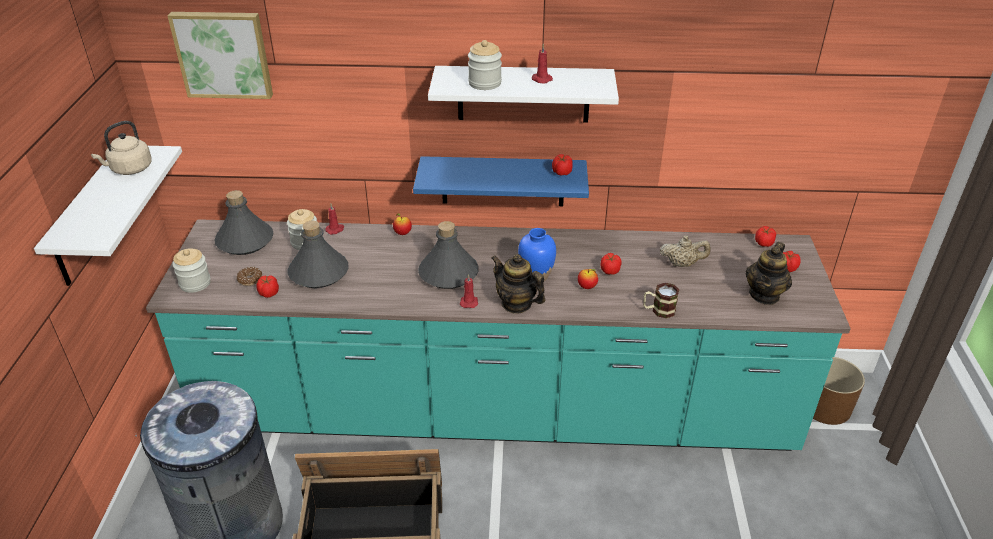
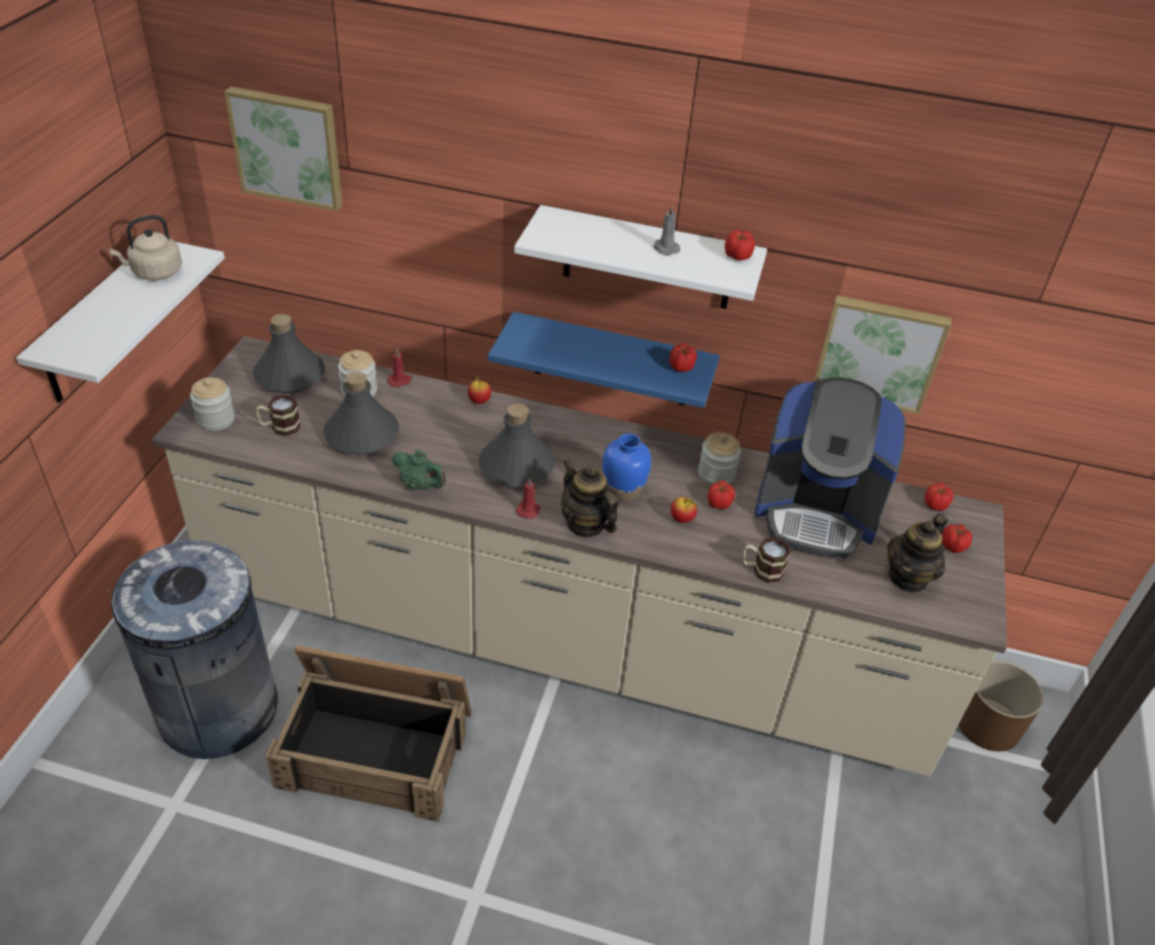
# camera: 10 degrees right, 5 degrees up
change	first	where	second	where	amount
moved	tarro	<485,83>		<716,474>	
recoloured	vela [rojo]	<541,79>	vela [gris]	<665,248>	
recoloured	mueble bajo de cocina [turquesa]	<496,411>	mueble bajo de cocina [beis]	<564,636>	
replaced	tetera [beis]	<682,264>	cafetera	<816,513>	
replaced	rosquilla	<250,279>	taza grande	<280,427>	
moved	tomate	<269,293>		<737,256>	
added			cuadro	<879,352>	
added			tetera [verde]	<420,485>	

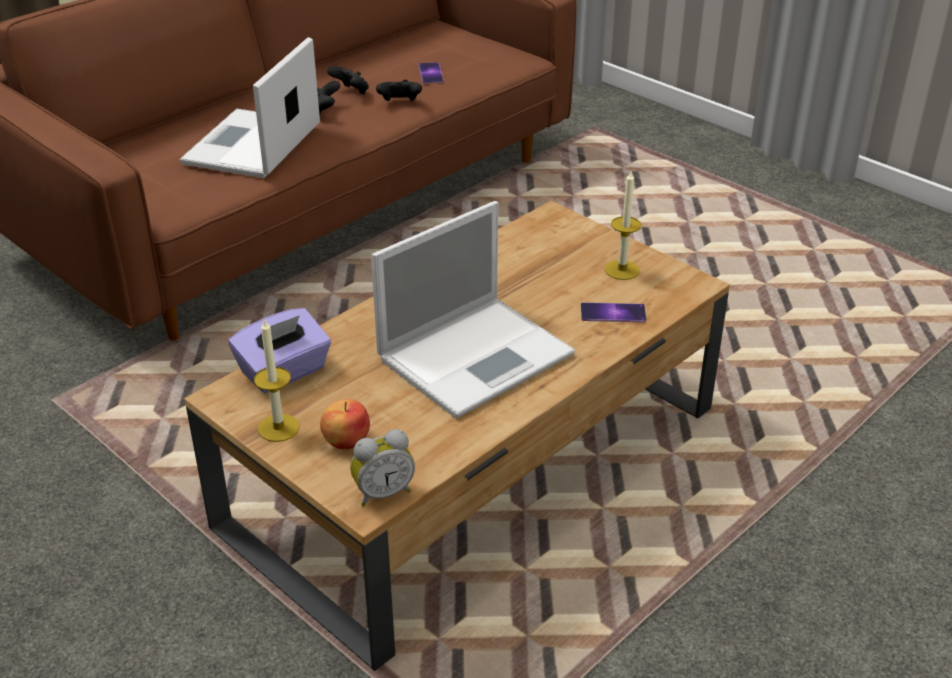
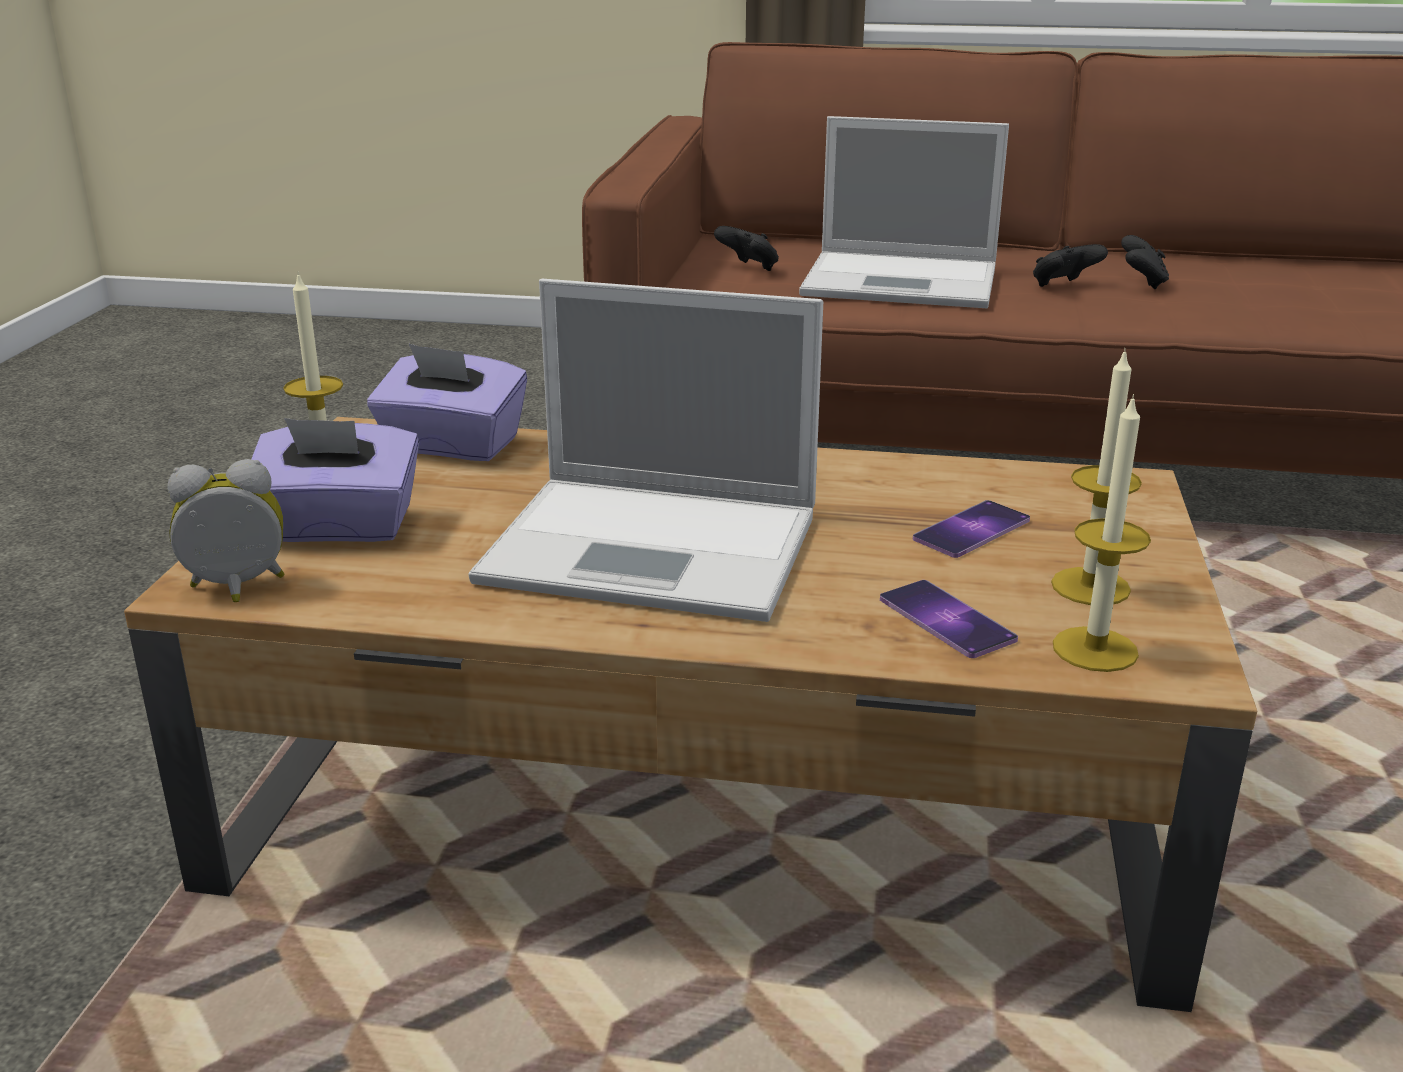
# camera: 55 degrees right, 10 degrees down
change	first	where	second	where	amount
turned	portátil	<252,146>		<904,282>	150 degrees counterclockwise
moved	móvil	<430,73>		<972,529>	
moved	mando de consola [negro]	<400,103>		<749,268>	
replaced	manzana	<346,440>	caja de pañuelos [morado]	<339,527>	
turned	despertador	<383,492>		<237,589>	135 degrees clockwise
added			vela	<1095,649>	

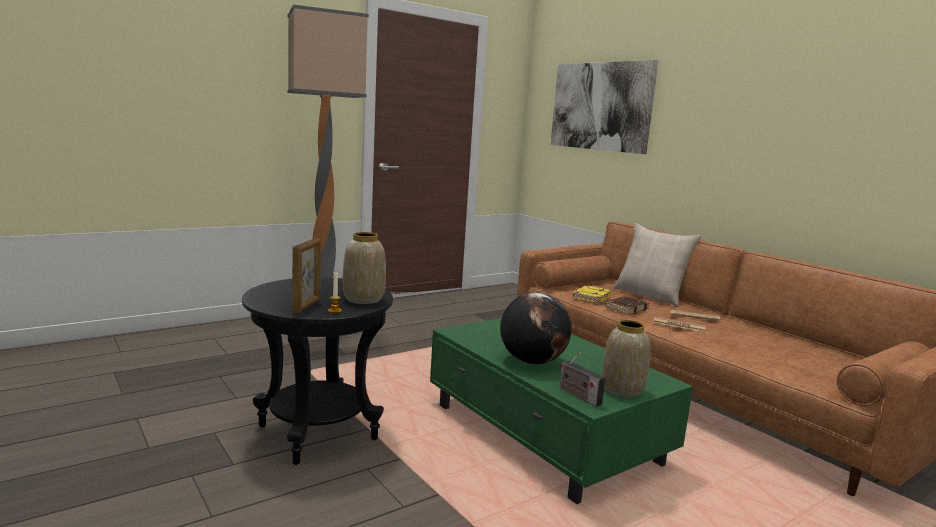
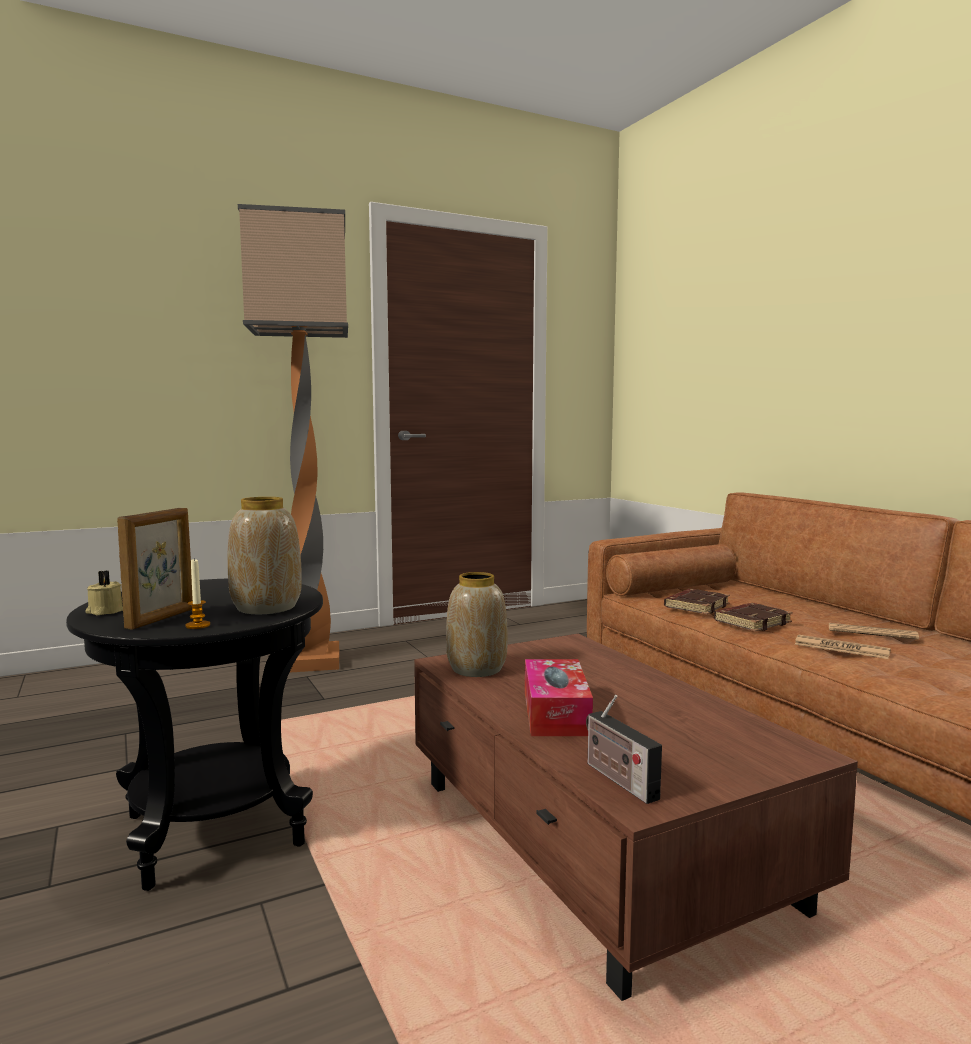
# camera: 10 degrees right, 5 degrees down
change	first	where	second	where	amount
removed	cuadro	<600,106>			
removed	cojín [beis]	<650,295>			
recoloured	libro [amarillo]	<591,297>	libro [marrón]	<696,606>	
replaced	globo terráqueo	<532,361>	caja de pañuelos	<555,712>	
recoloured	mesa de centro [verde]	<545,435>	mesa de centro [marrón]	<595,844>	
moved	florero	<622,390>		<476,669>	
added			vela [beis]	<104,611>	

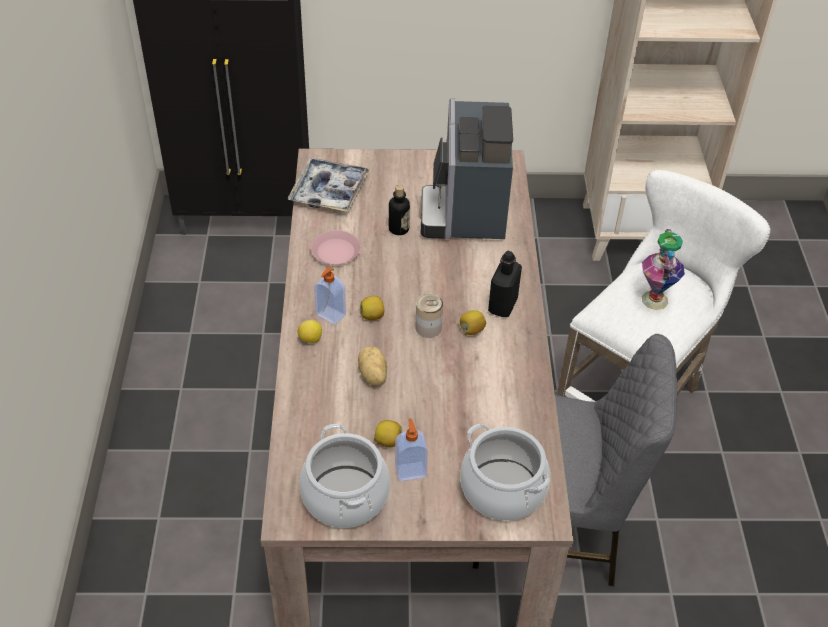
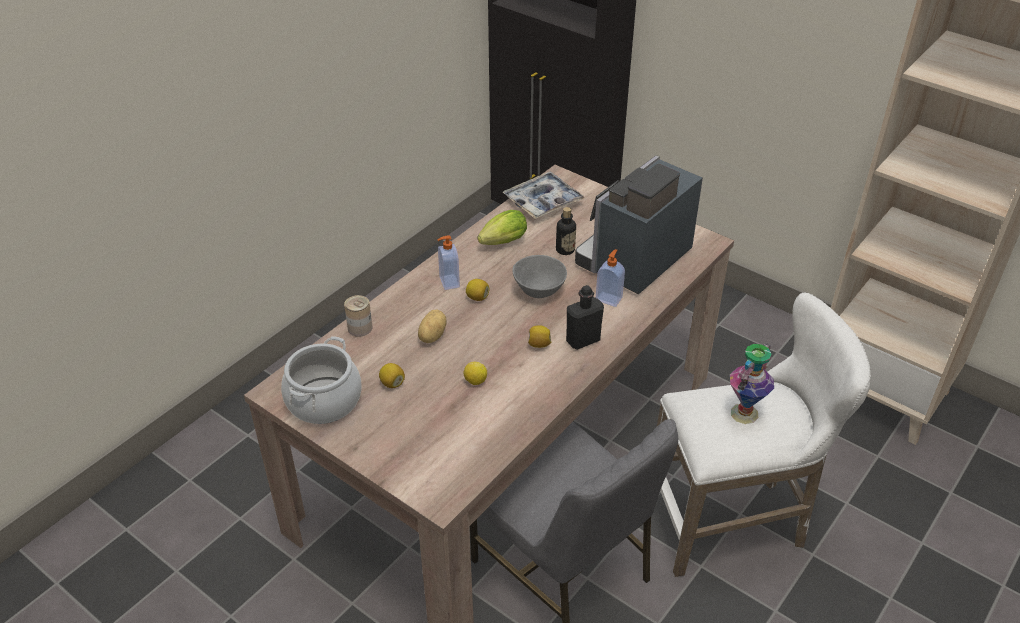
# camera: 40 degrees right, 5 degrees down
change	first	where	second	where	amount
replaced	plato [rosa]	<336,251>	lechuga	<501,243>	
moved	lata	<428,327>		<360,328>	
moved	limón	<310,339>		<475,381>	
moved	dispensador de jabón	<410,470>		<609,298>	
removed	olla	<503,489>			
added			cuenco [gris]	<539,292>	

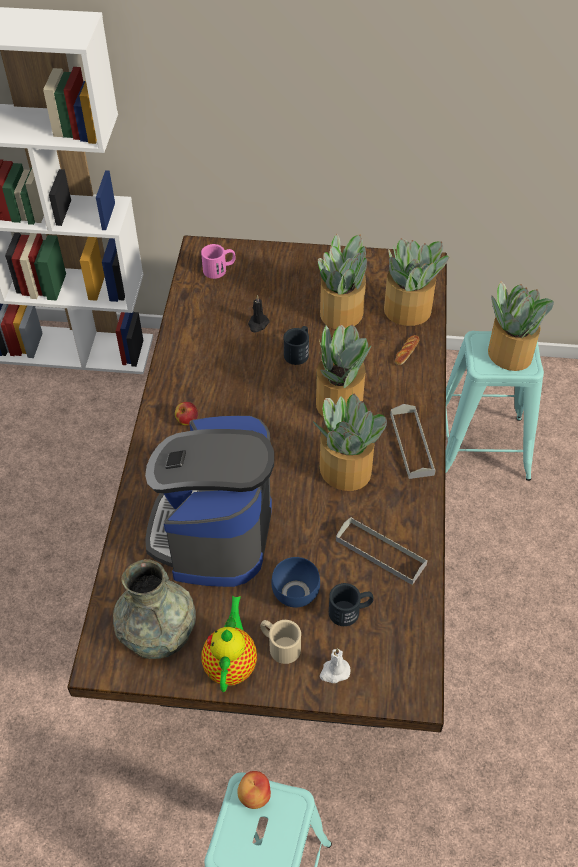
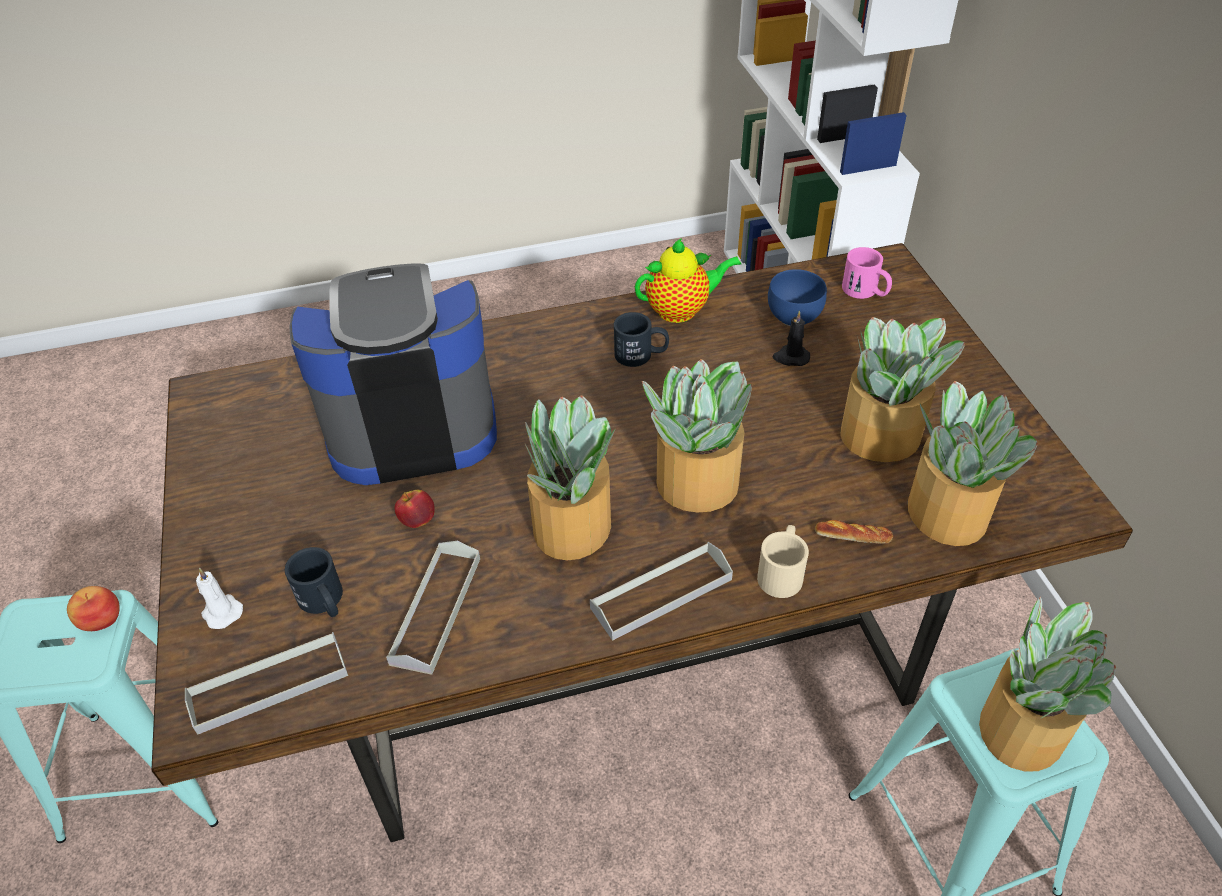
# camera: 70 degrees right, 5 degrees down
change	first	where	second	where	amount
moved	taza grande [negro]	<298,351>		<641,355>	
moved	manzana	<187,421>		<417,520>	
moved	cuenco [azul]	<296,595>		<792,318>	
removed	florero [gris]	<158,631>			
moved	tetera	<231,663>		<681,310>	
moved	taza grande [beis]	<279,645>		<782,571>	
added			bandeja [gris]	<269,685>	

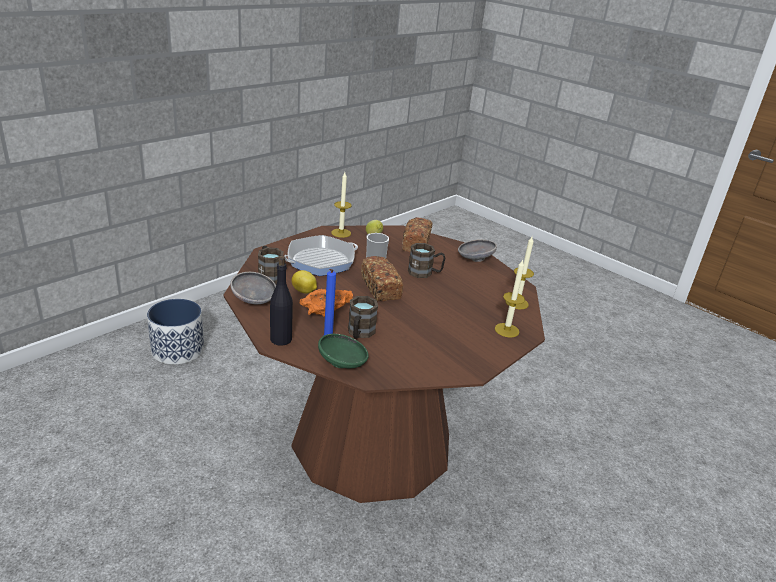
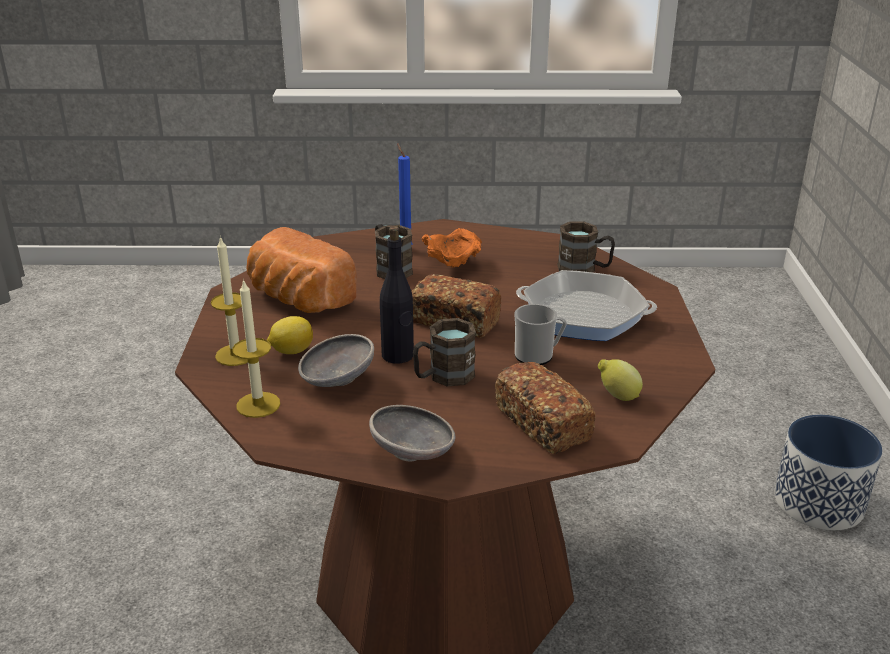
# camera: 140 degrees right, 0 degrees up
change	first	where	second	where	amount
removed	vela	<341,233>			
turned	sartén	<321,261>		<584,315>	90 degrees clockwise
moved	botella [negro]	<281,339>		<398,355>	
moved	limón	<304,291>		<291,351>	
moved	cuenco [gris]	<254,301>		<336,381>	
removed	cuenco [verde]	<343,364>			
added			pan	<297,299>	

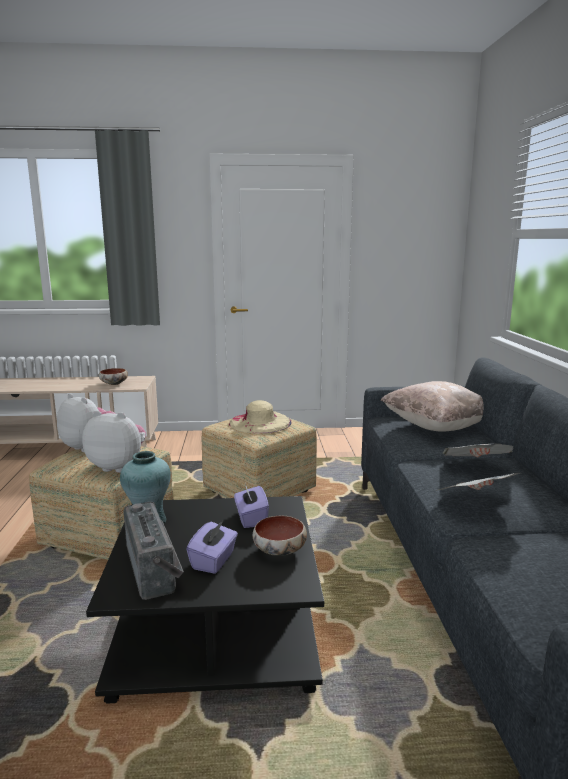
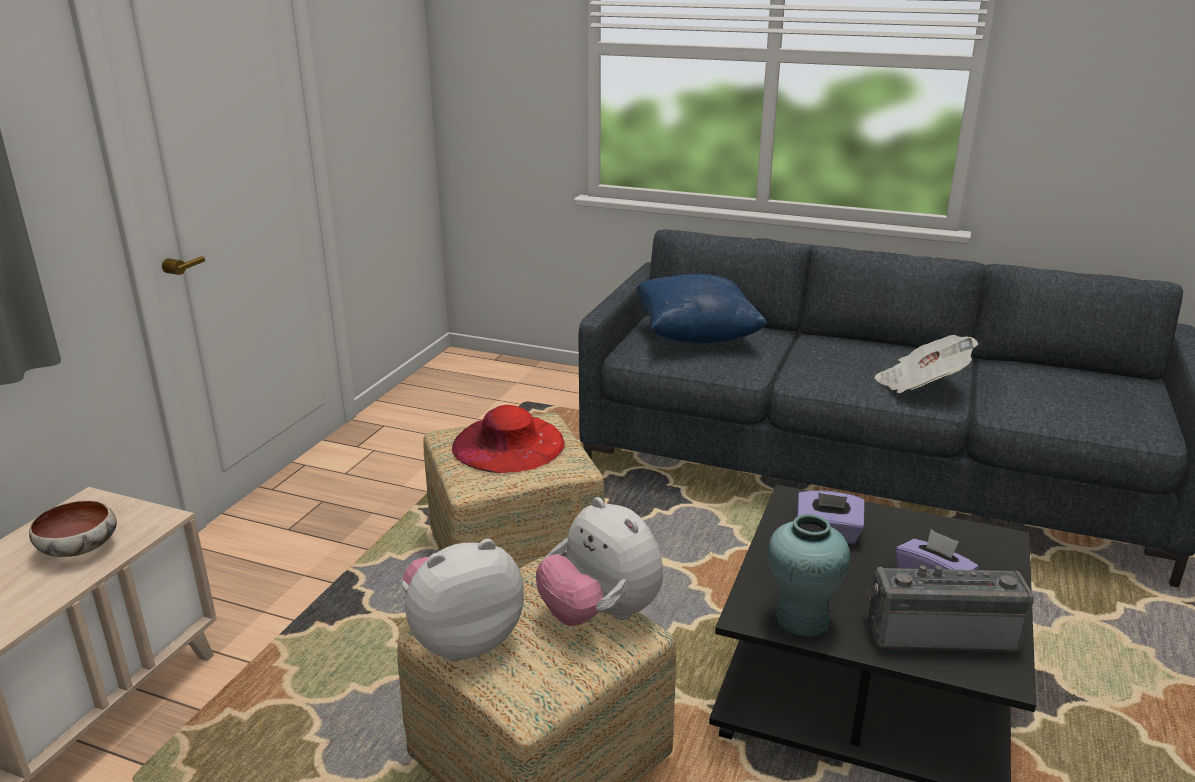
# camera: 65 degrees left, 10 degrees up
change	first	where	second	where	amount
recoloured	cojín [beis]	<437,426>	cojín [azul]	<696,336>	
recoloured	sombrero [beis]	<260,422>	sombrero [rojo]	<508,444>	
turned	peluche	<118,466>		<600,614>	75 degrees counterclockwise
removed	periódico	<474,468>			
removed	cuenco	<279,551>			

